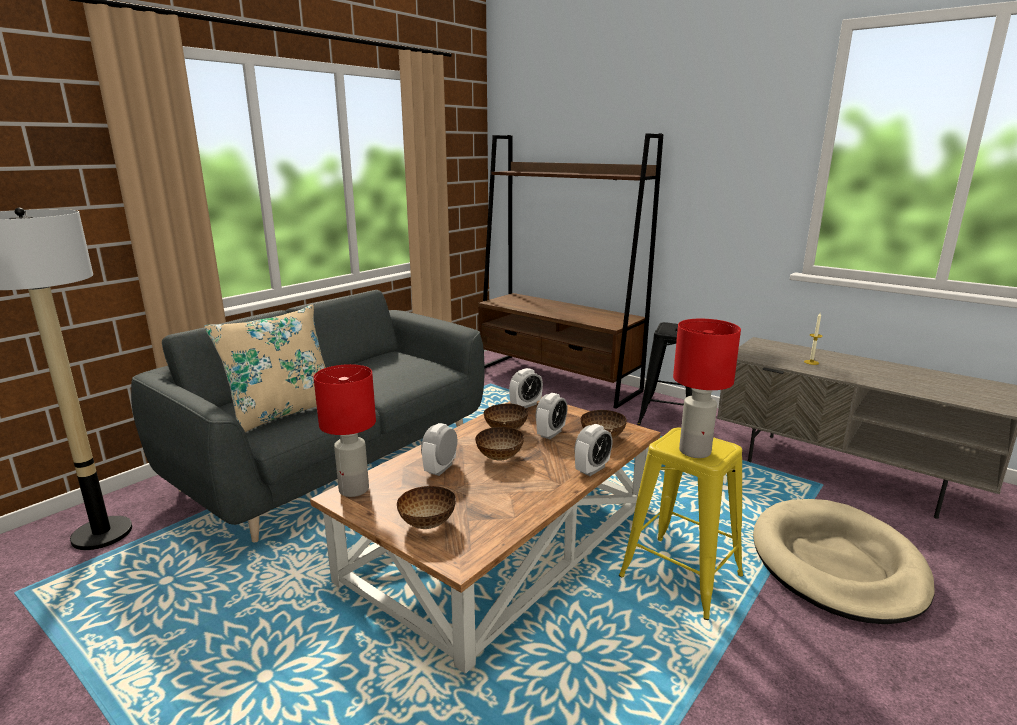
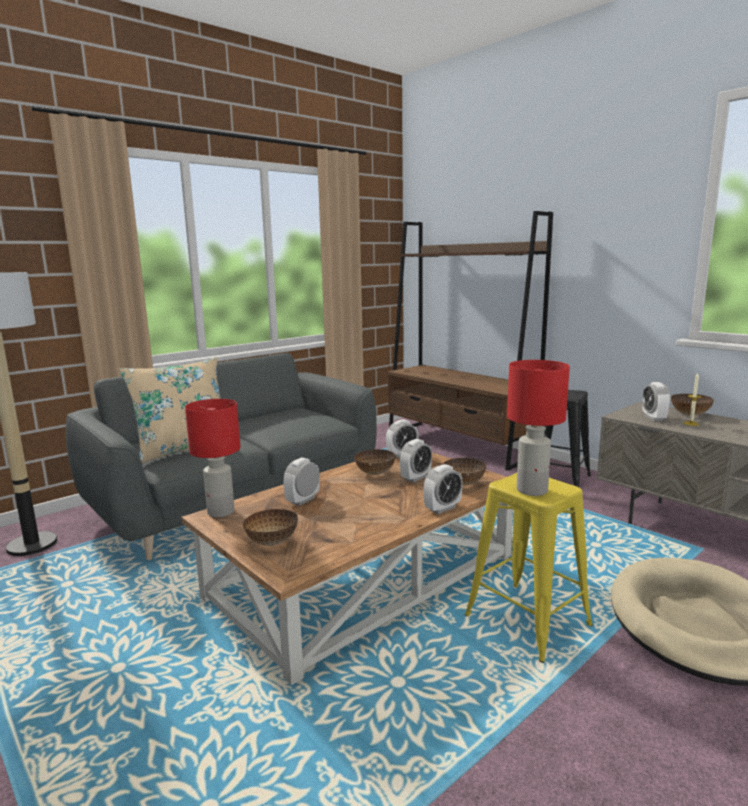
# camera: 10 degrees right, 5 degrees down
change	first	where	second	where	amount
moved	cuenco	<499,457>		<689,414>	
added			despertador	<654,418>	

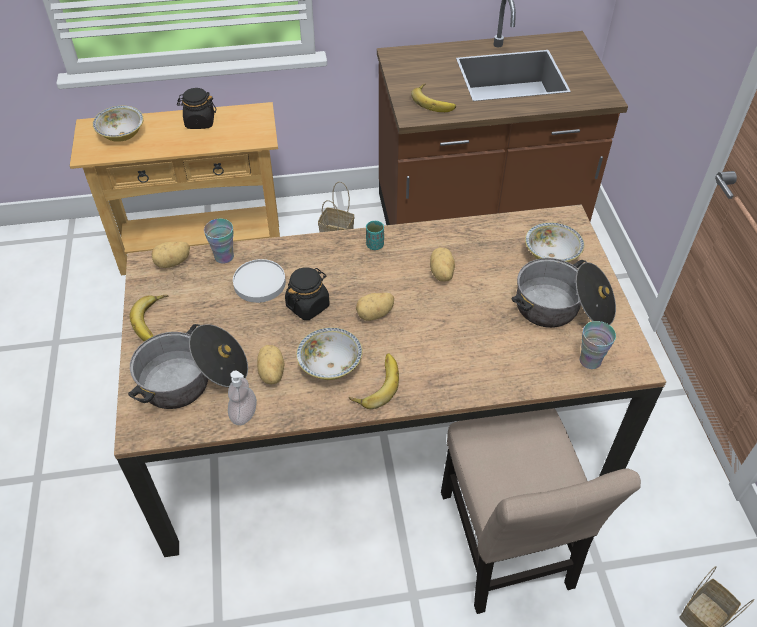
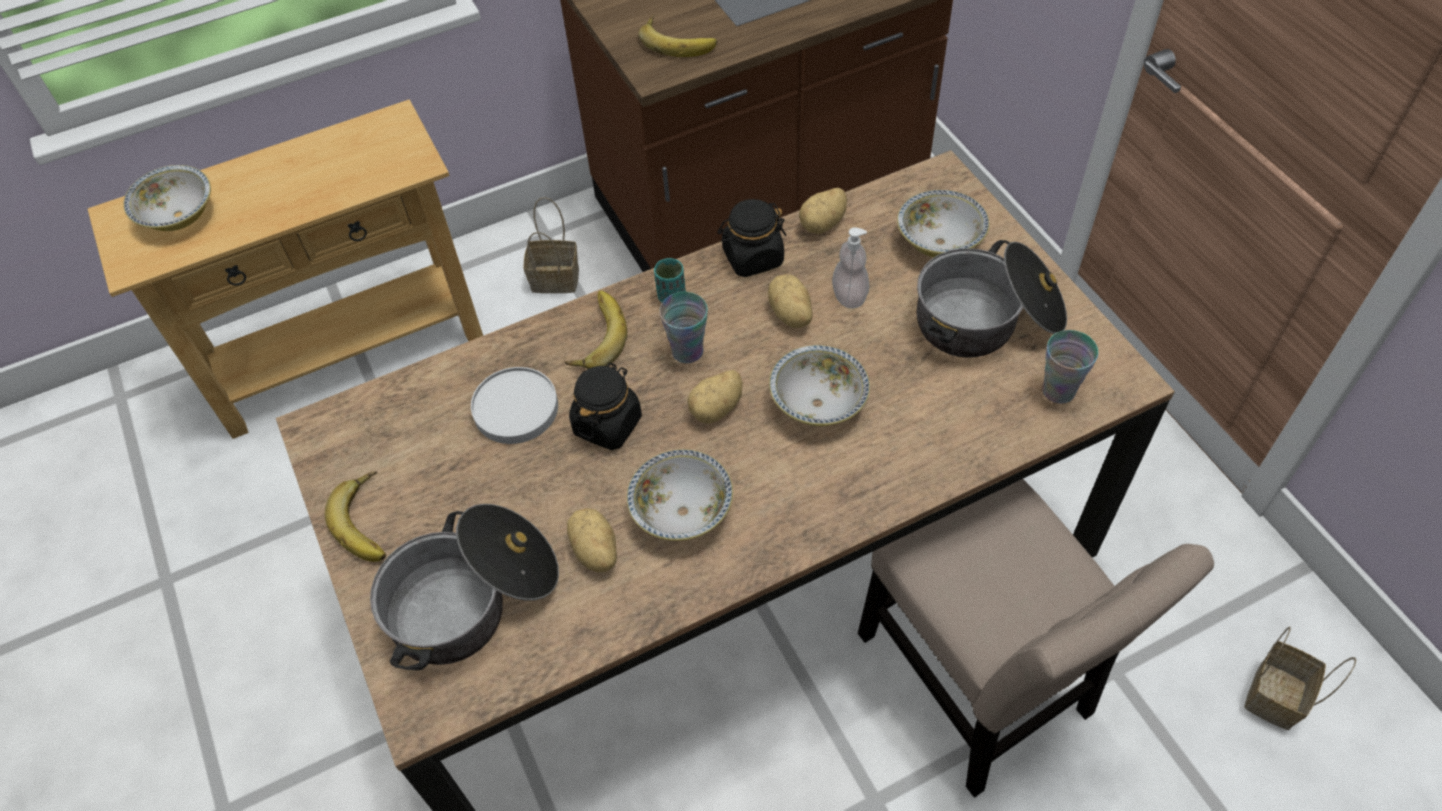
# camera: 15 degrees left, 5 degrees up
change	first	where	second	where	amount
moved	tarro [negro]	<199,122>		<752,257>	
moved	taza	<224,257>		<687,351>	
moved	patata	<173,263>		<823,224>	
moved	plátano	<375,383>		<594,335>	
moved	dispensador de jabón	<244,414>		<849,296>	
added			cuenco	<818,403>	

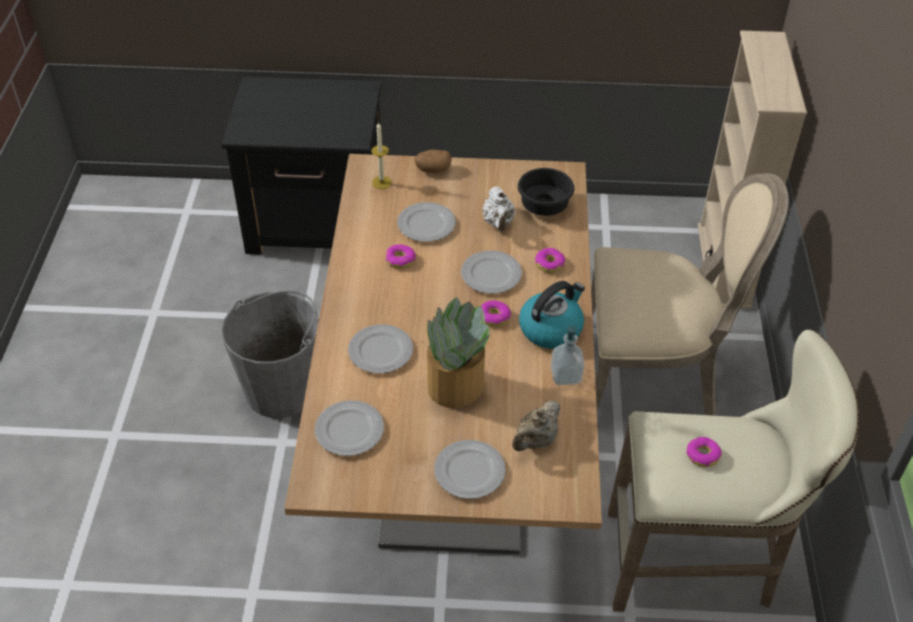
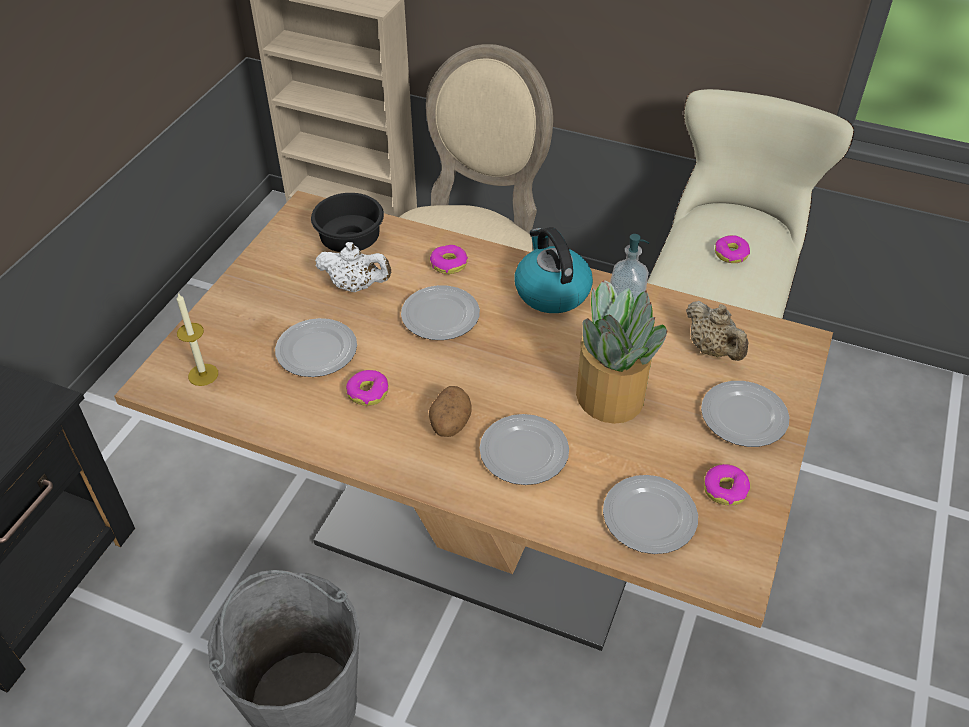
# camera: 70 degrees left, 0 degrees up
change	first	where	second	where	amount
moved	patata	<433,170>		<450,424>	
moved	rosquilla	<494,317>		<725,489>	

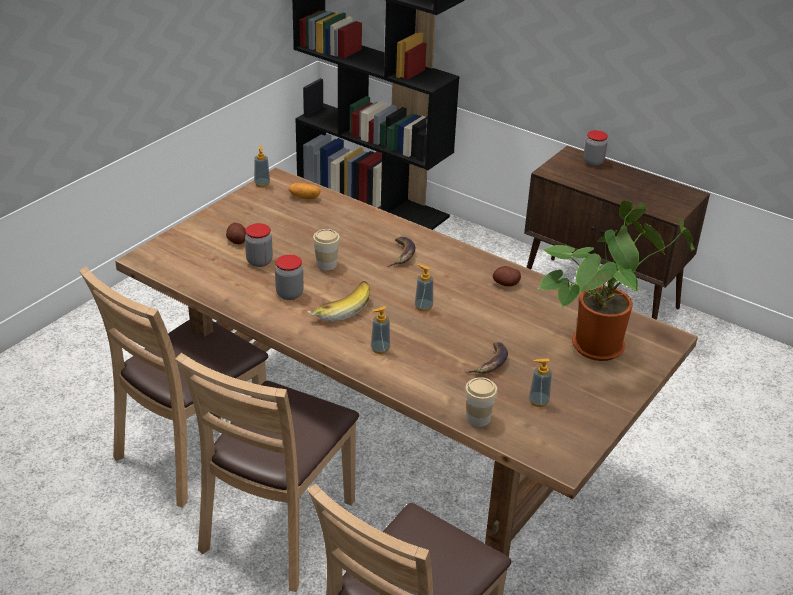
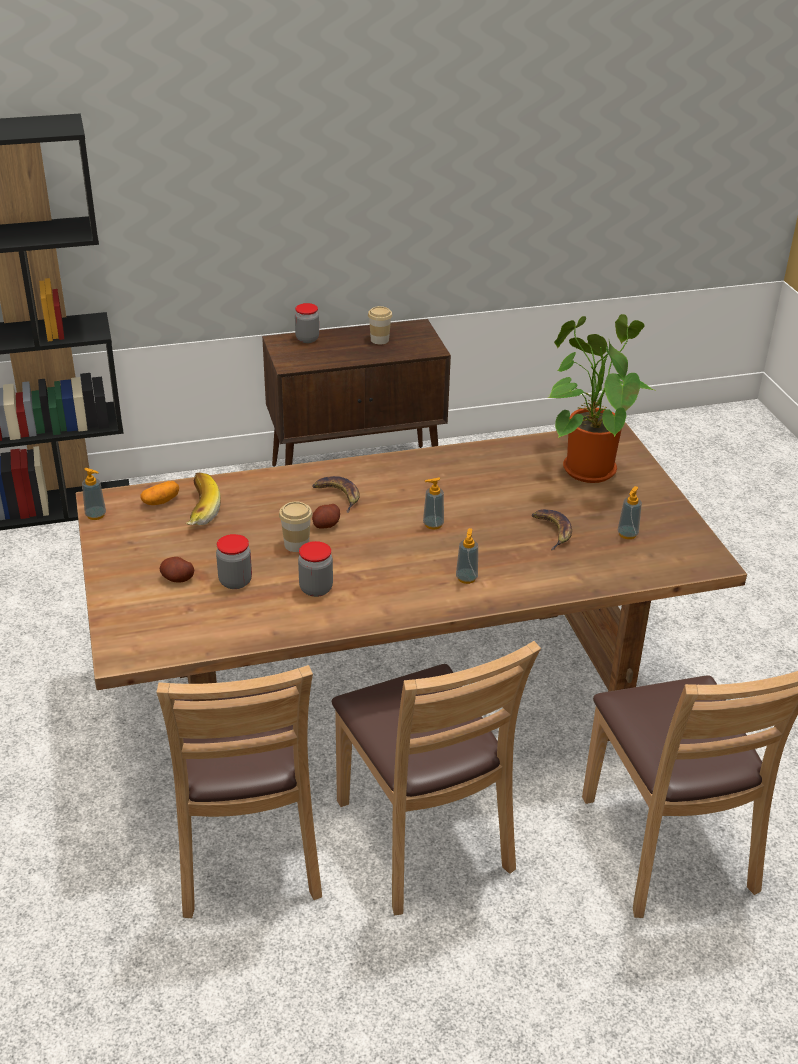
# camera: 50 degrees left, 0 degrees up
change	first	where	second	where	amount
moved	patata	<506,284>		<326,525>	
moved	plátano	<340,309>		<197,510>	
moved	taza	<478,418>		<379,340>	

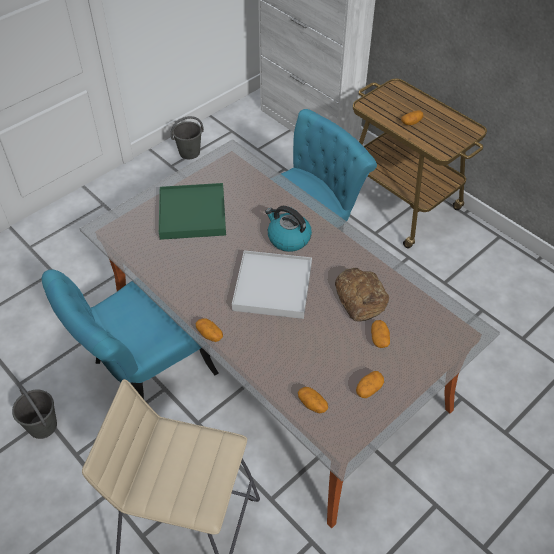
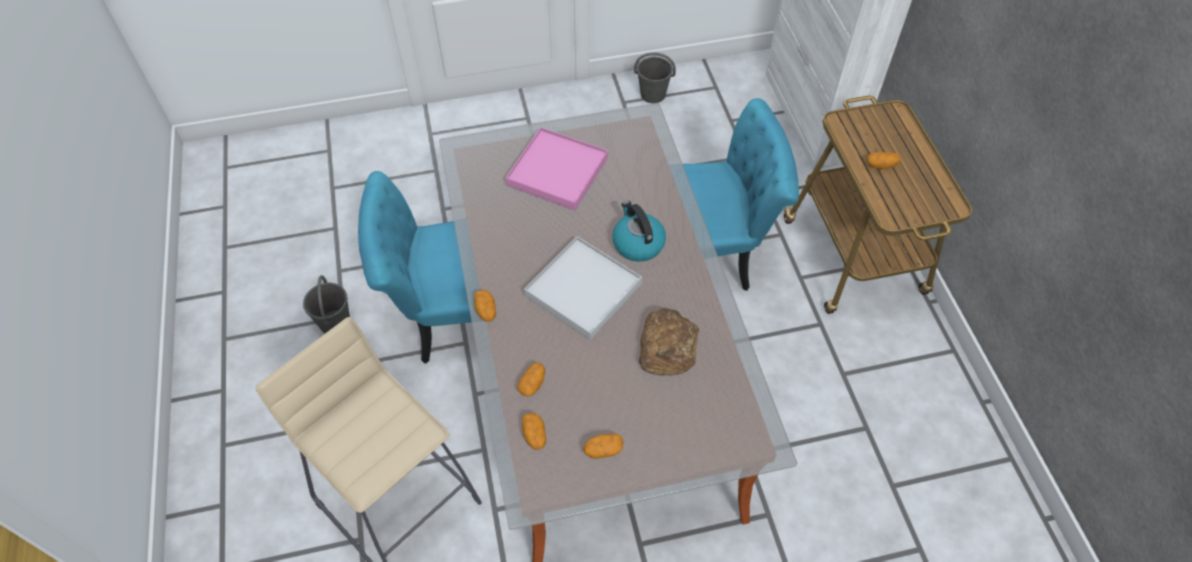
# camera: 30 degrees right, 5 degrees up
change	first	where	second	where	amount
recoloured	bandeja [verde]	<192,214>	bandeja [rosa]	<557,172>	
moved	patata	<379,338>		<532,384>	

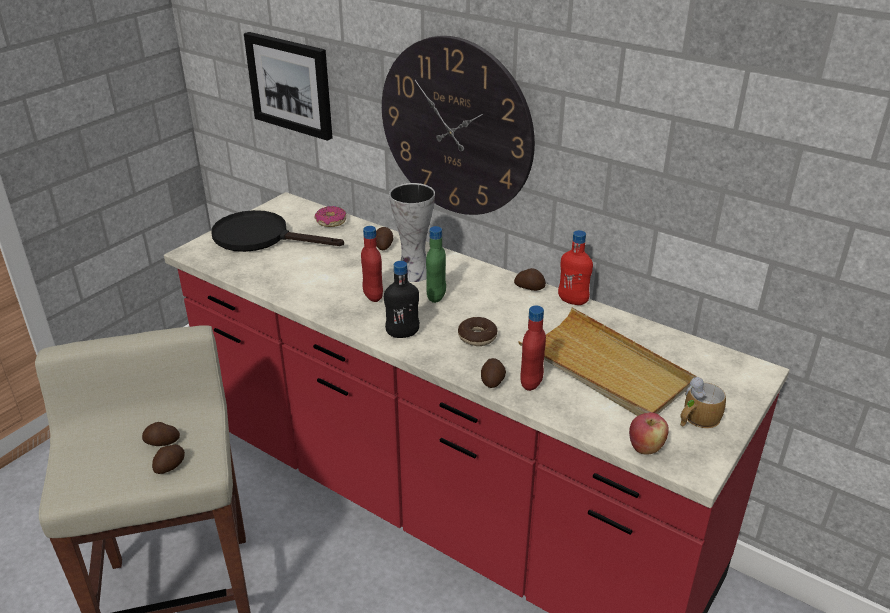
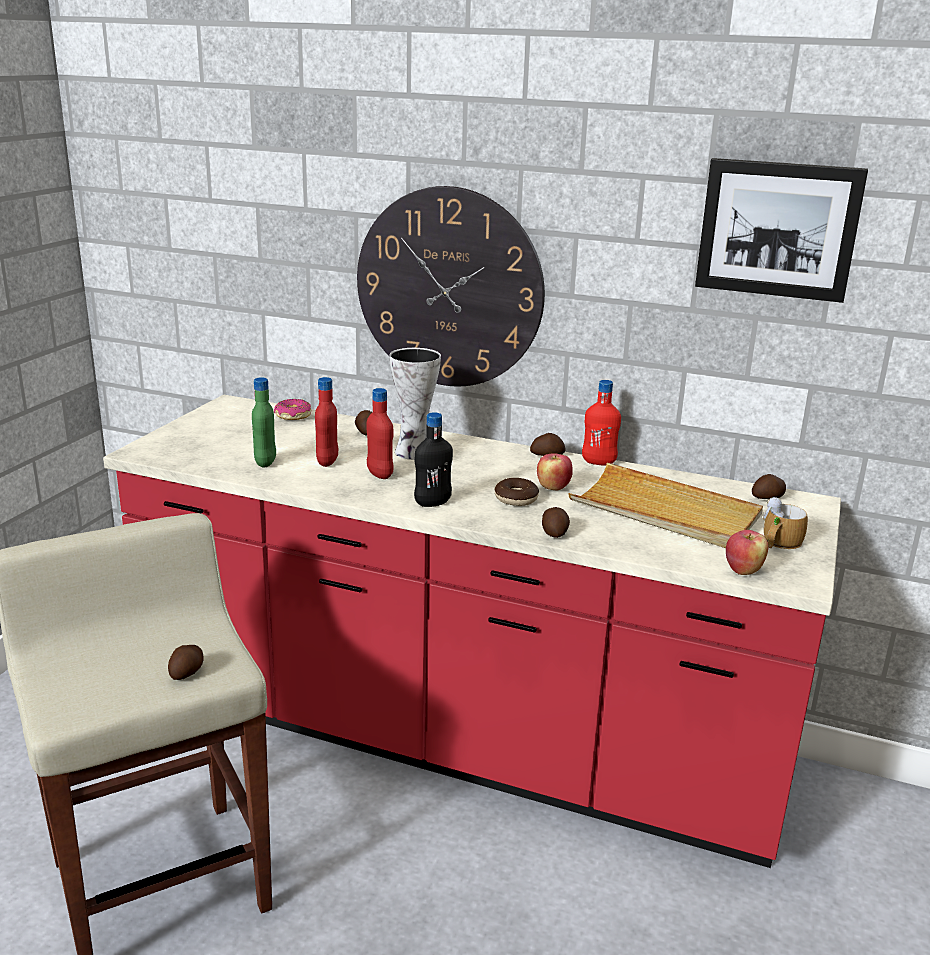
# camera: 15 degrees left, 10 degrees down
change	first	where	second	where	amount
moved	cuadro	<290,85>		<778,229>	
removed	sartén [negro]	<261,237>			
moved	botella [verde]	<436,296>		<265,462>	
moved	botella [rojo]	<531,383>		<327,461>	
moved	patata	<162,442>		<768,498>	
added			manzana	<553,487>	

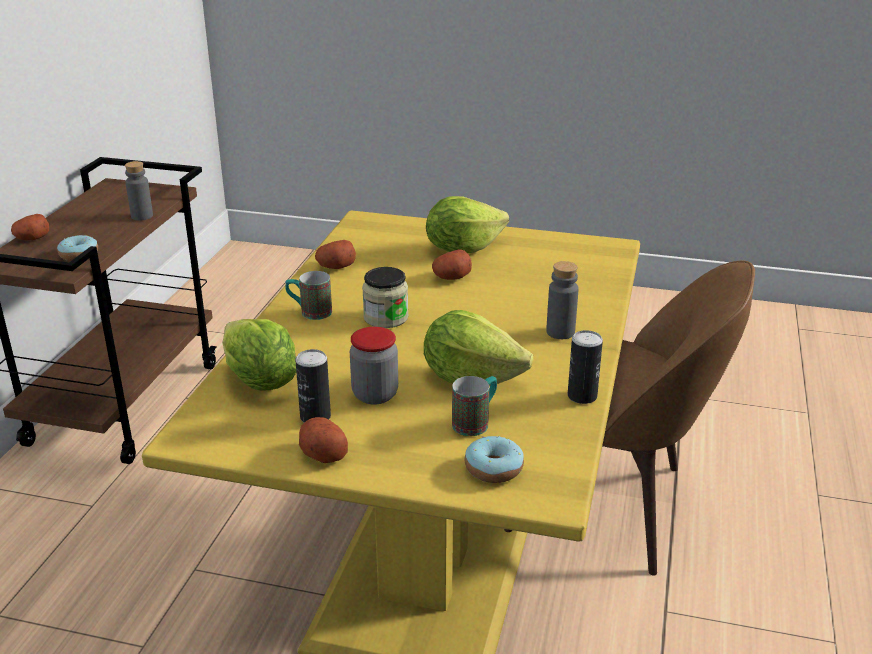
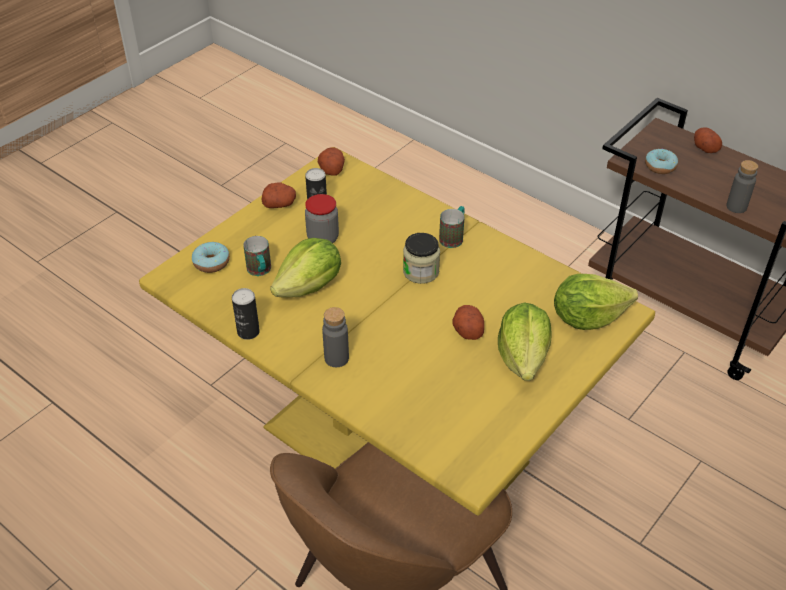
# camera: 115 degrees right, 15 degrees up
change	first	where	second	where	amount
moved	patata	<336,267>		<331,168>	
moved	lechuga	<259,381>		<587,317>	

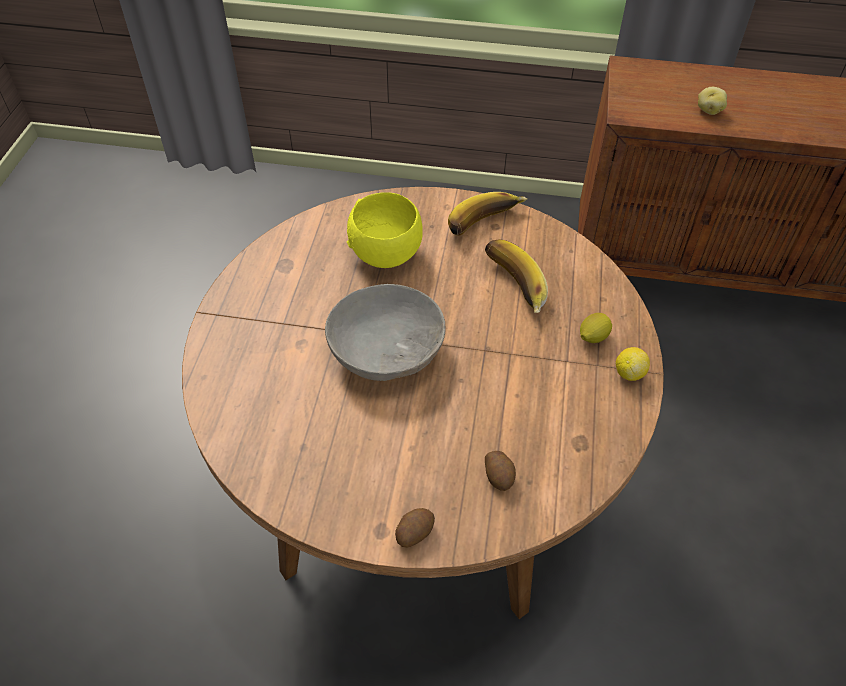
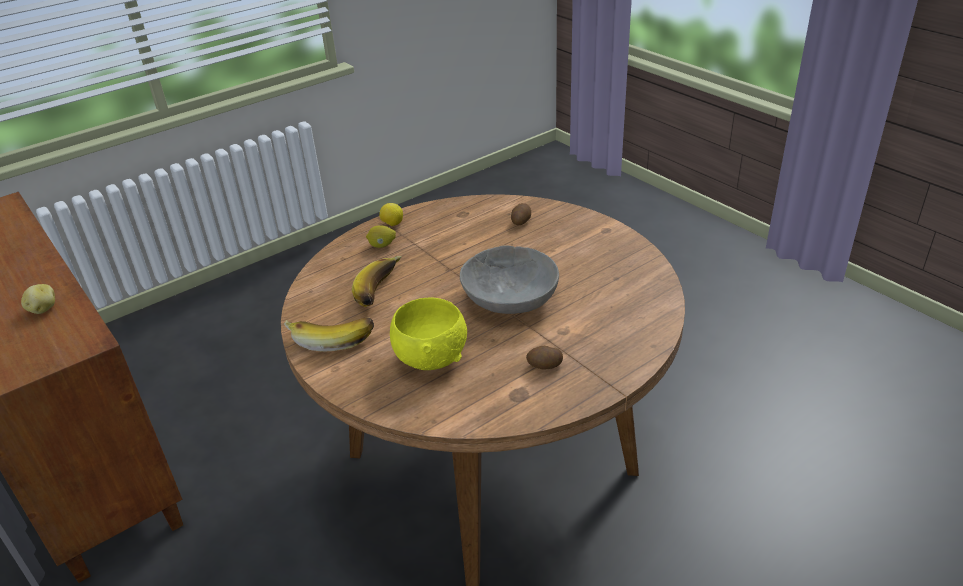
# camera: 135 degrees left, 15 degrees down
change	first	where	second	where	amount
moved	patata	<414,532>		<544,366>	

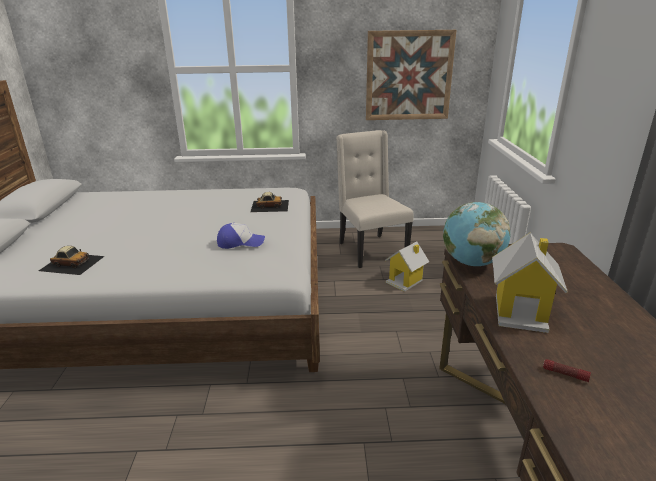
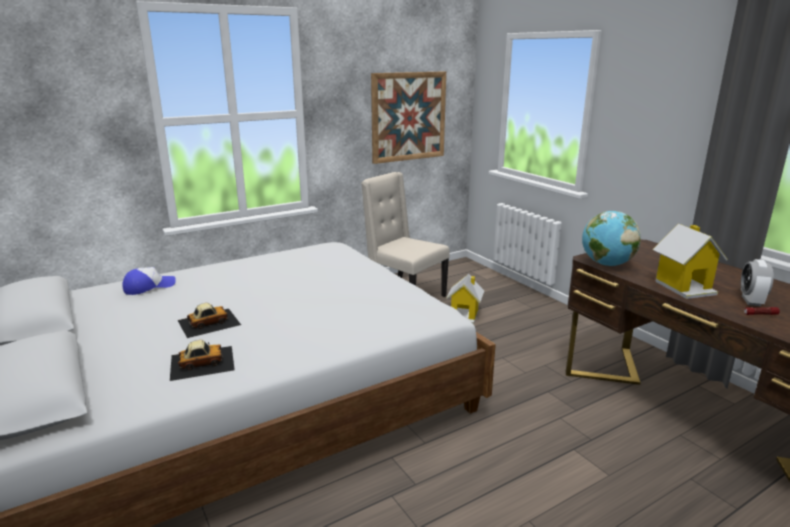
# camera: 30 degrees left, 5 degrees down
change	first	where	second	where	amount
moved	coche de juguete	<269,205>		<208,322>	
moved	gorra	<240,242>		<149,287>	
added			despertador	<751,301>	

